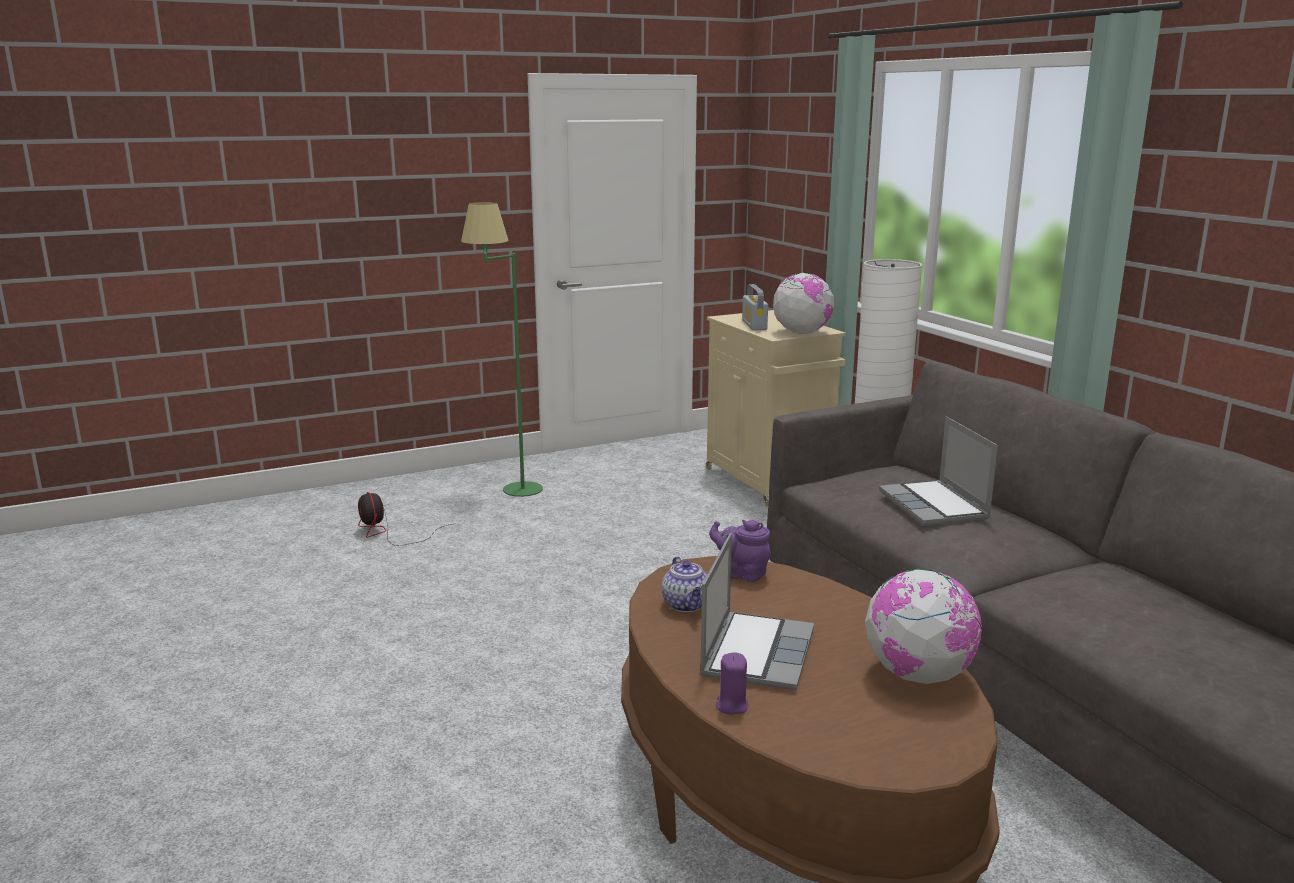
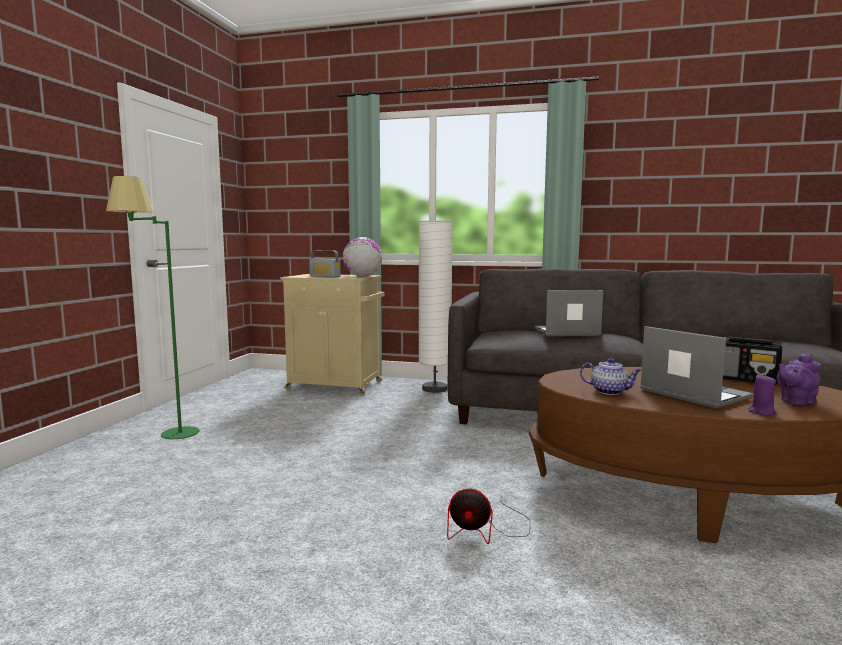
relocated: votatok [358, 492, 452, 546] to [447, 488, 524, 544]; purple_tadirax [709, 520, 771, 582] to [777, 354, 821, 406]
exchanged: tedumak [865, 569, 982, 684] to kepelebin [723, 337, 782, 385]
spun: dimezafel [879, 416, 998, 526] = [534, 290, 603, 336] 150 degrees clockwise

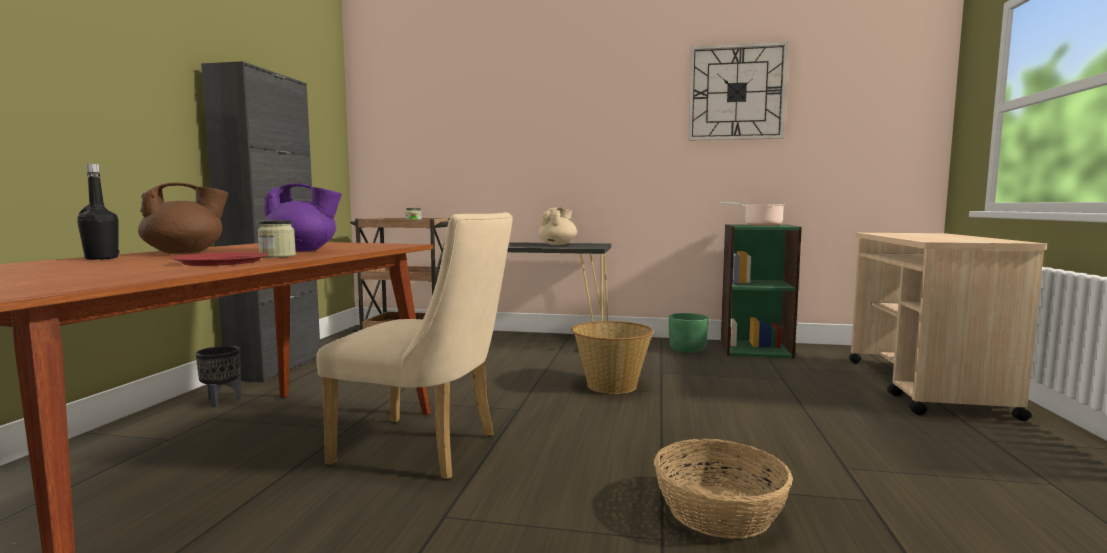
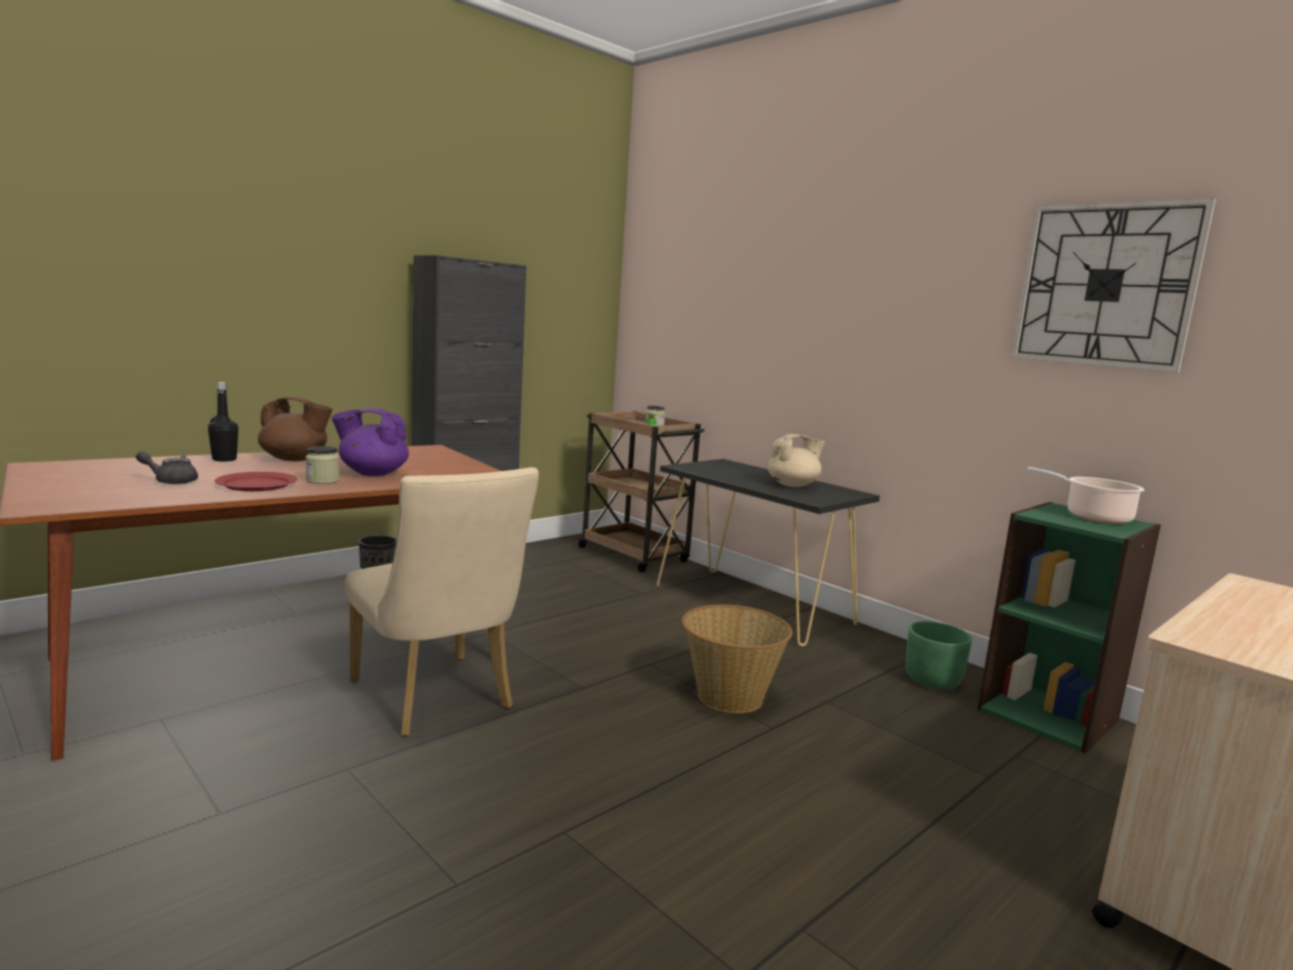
missing: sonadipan [654, 439, 793, 539]
appeared: grey_tadirax [136, 451, 198, 484]
spun: purple_tadirax [264, 184, 342, 251] = [331, 408, 409, 476] 150 degrees clockwise

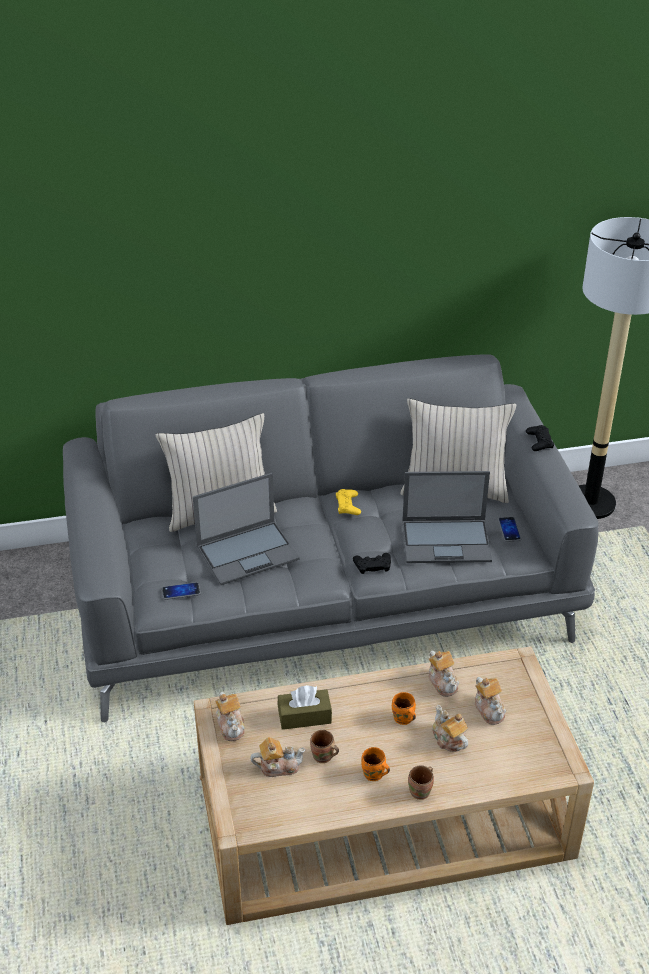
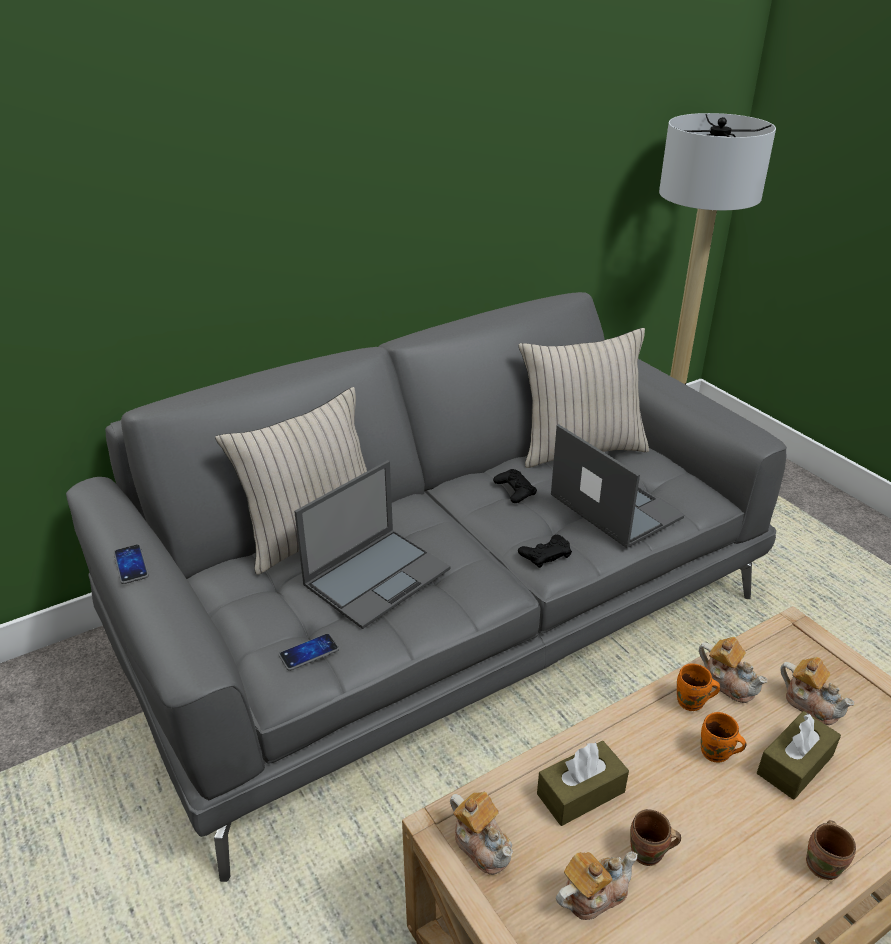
missing: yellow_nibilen [336, 489, 361, 515]
relocated: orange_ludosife [361, 747, 390, 781] to [677, 663, 720, 711]; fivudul [498, 517, 521, 542] to [114, 544, 149, 584]; black_nibilen [526, 425, 554, 451] to [493, 469, 537, 503]
exchanged: tadirax [432, 705, 468, 752] to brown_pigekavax [757, 711, 841, 800]
spun: dimezafel [402, 471, 492, 563] = [551, 424, 684, 548] 105 degrees counterclockwise

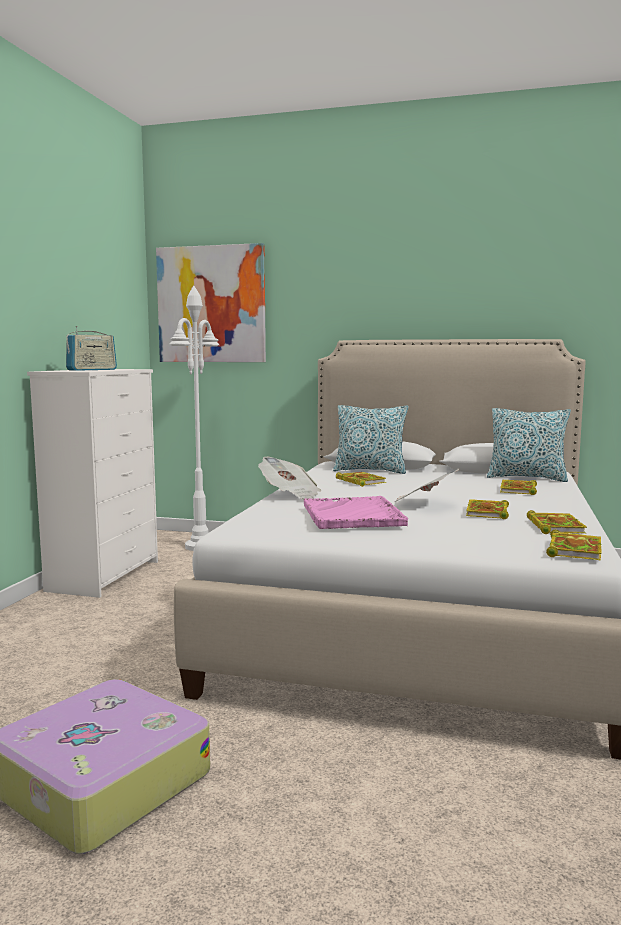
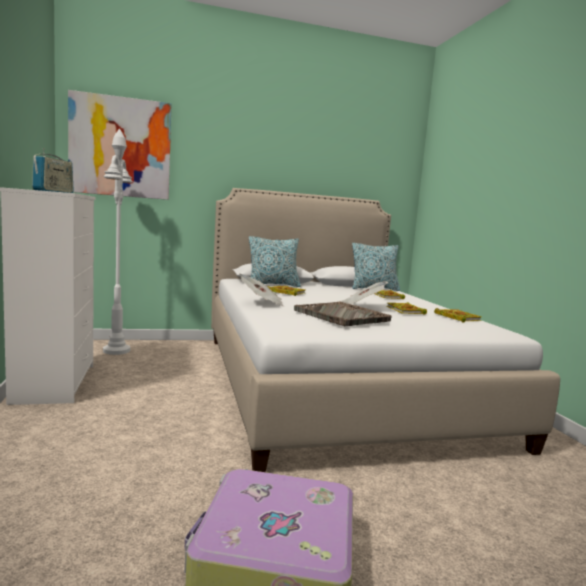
missing: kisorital [546, 530, 602, 560]
colour: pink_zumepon [304, 496, 408, 529] to grey_zumepon [294, 302, 392, 326]

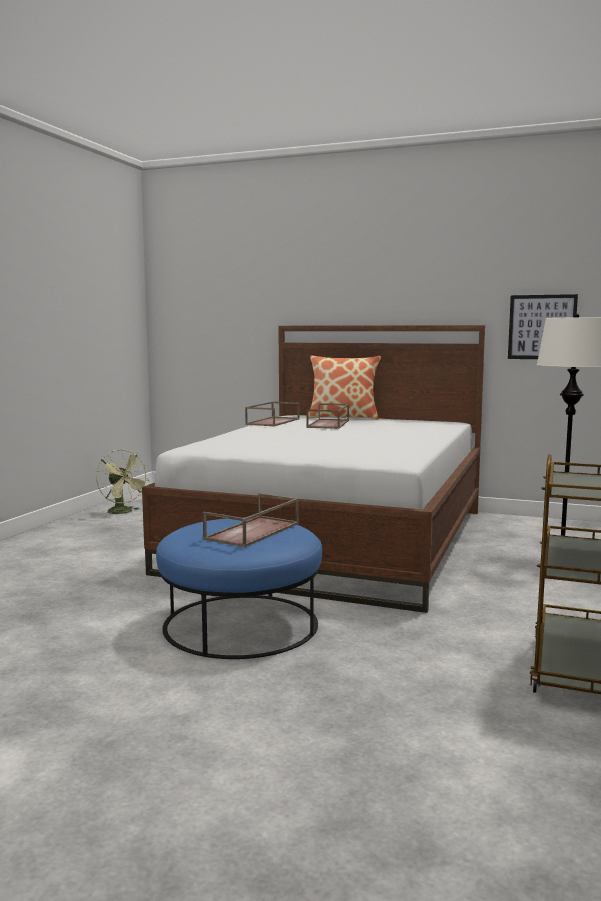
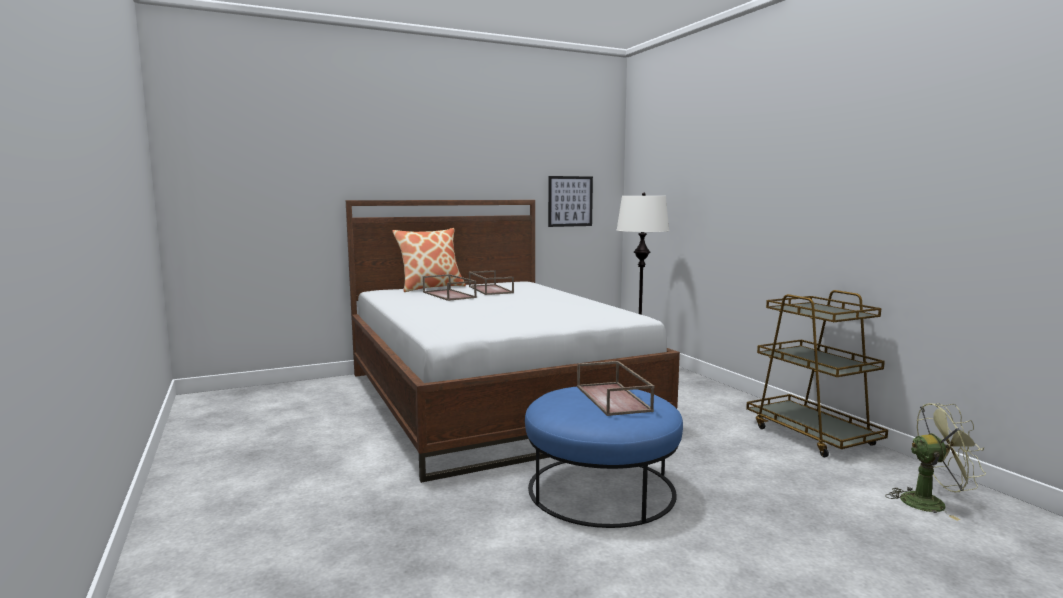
relocated: green_votatok [96, 449, 149, 516] to [885, 403, 986, 521]; brown_zumepon [245, 401, 300, 426] to [469, 270, 514, 295]

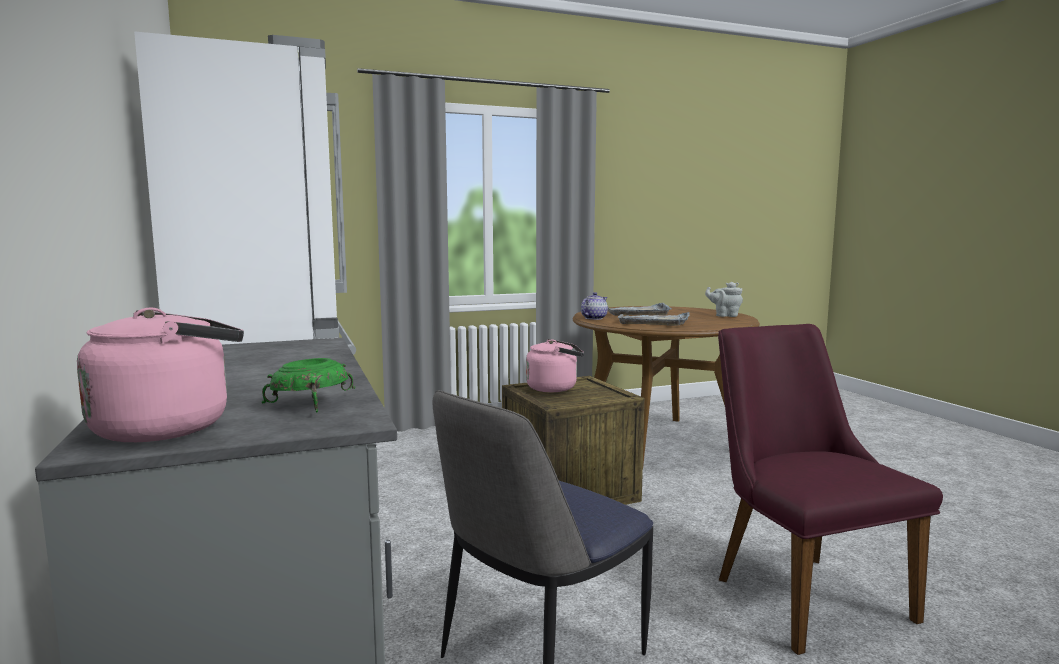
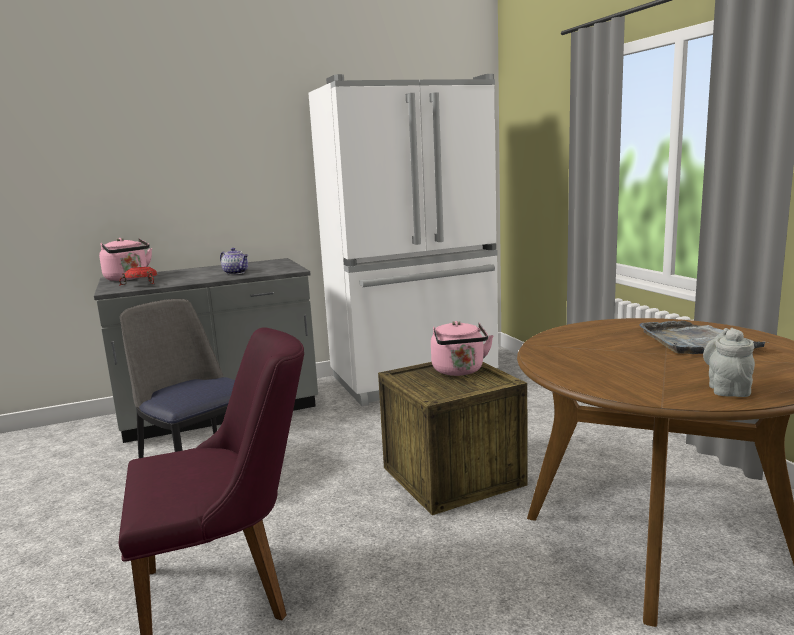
missing: grey_zumepon [617, 312, 690, 326]
relocated: tadirax [581, 292, 608, 320] to [220, 248, 248, 275]
colour: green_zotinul [262, 358, 355, 412] to red_zotinul [119, 267, 157, 285]

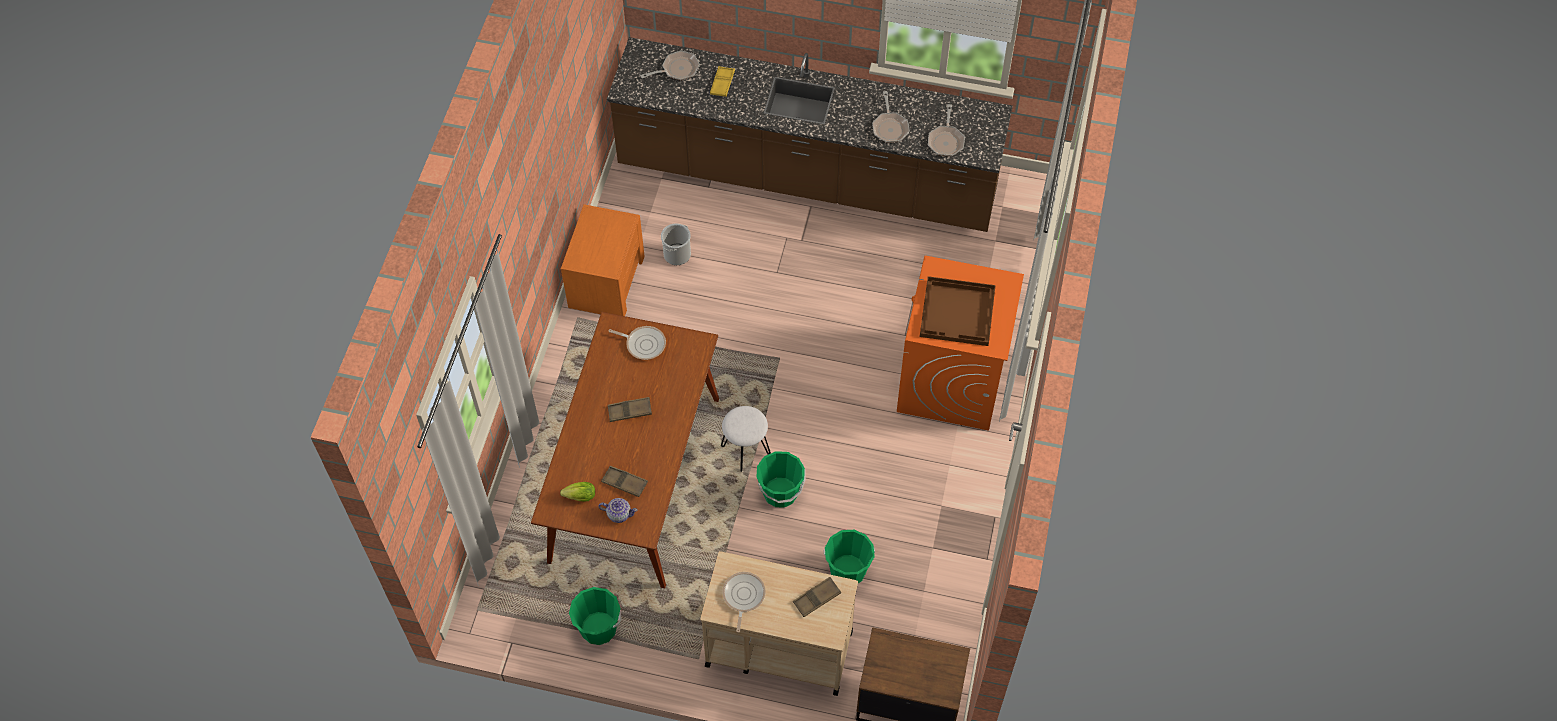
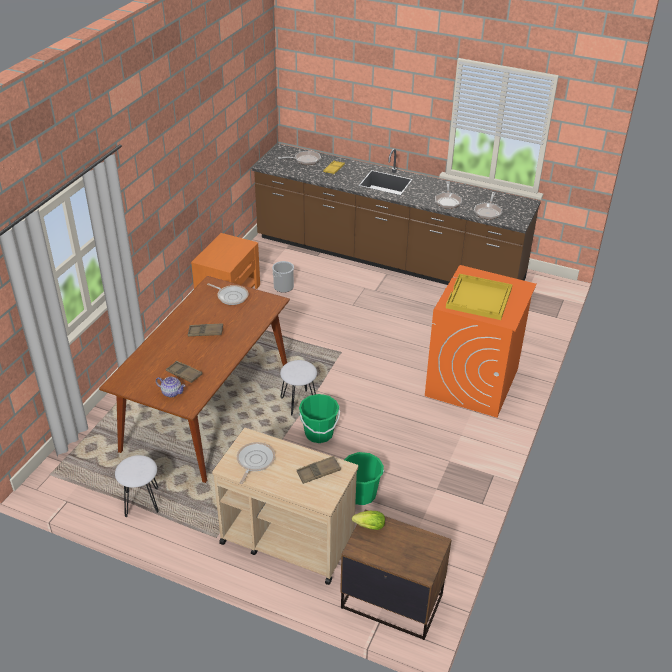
relocated: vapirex [560, 482, 595, 501] to [352, 511, 385, 530]
exchanged: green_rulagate [569, 587, 622, 645] to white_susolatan [115, 455, 159, 517]
colour: brown_zumepon [920, 276, 996, 346] to yellow_zumepon [446, 274, 512, 320]

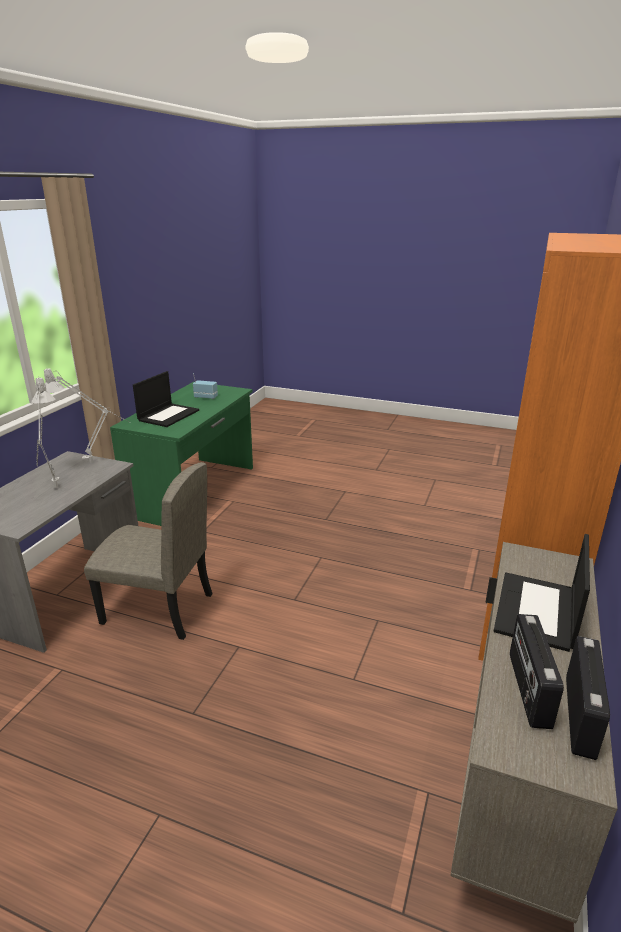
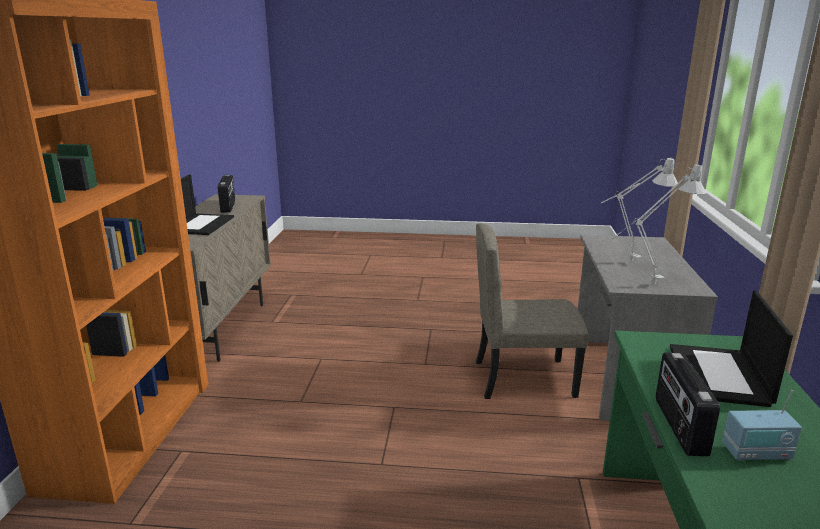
relocated: kepelebin [566, 636, 610, 760] to [656, 353, 720, 457]

